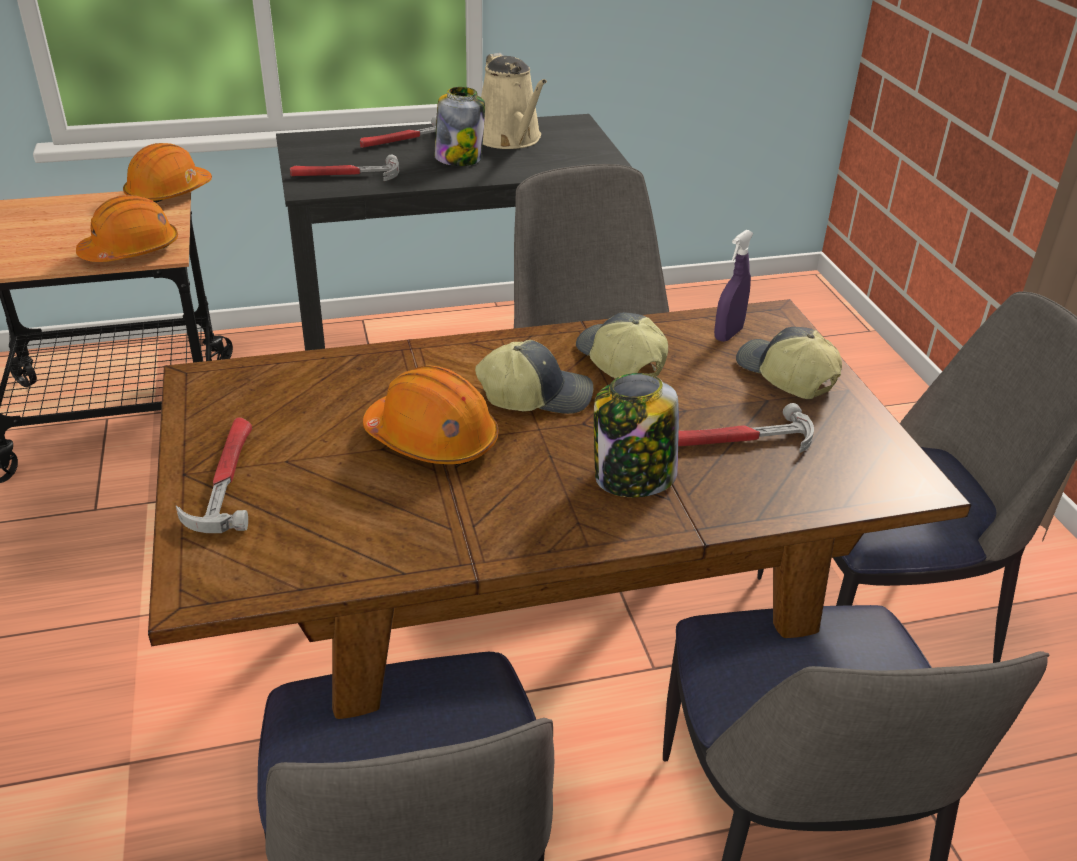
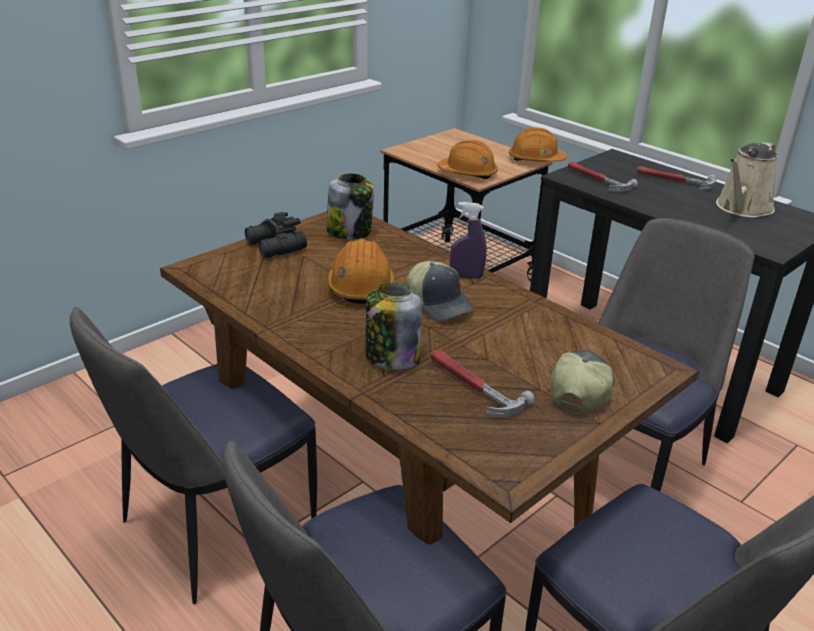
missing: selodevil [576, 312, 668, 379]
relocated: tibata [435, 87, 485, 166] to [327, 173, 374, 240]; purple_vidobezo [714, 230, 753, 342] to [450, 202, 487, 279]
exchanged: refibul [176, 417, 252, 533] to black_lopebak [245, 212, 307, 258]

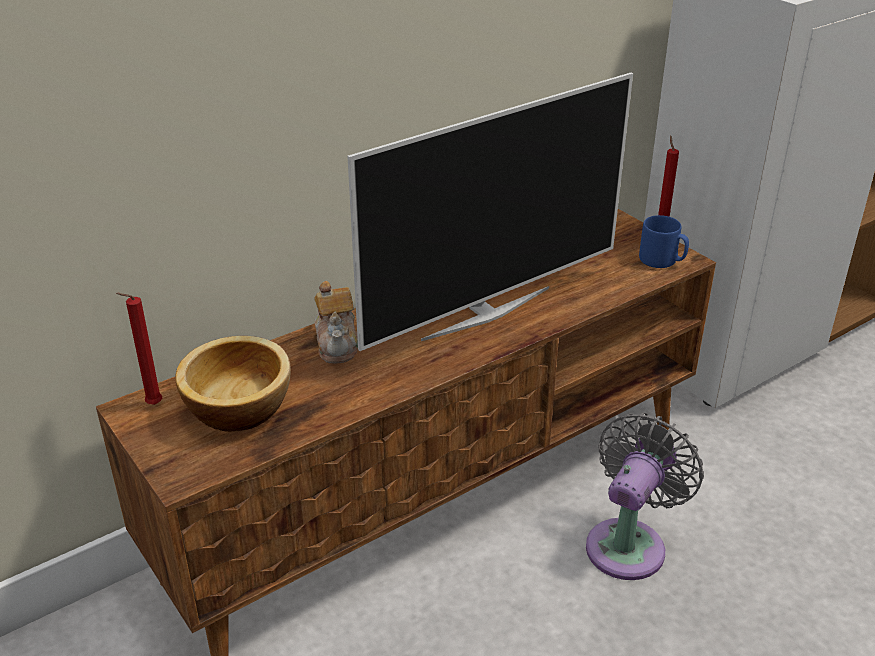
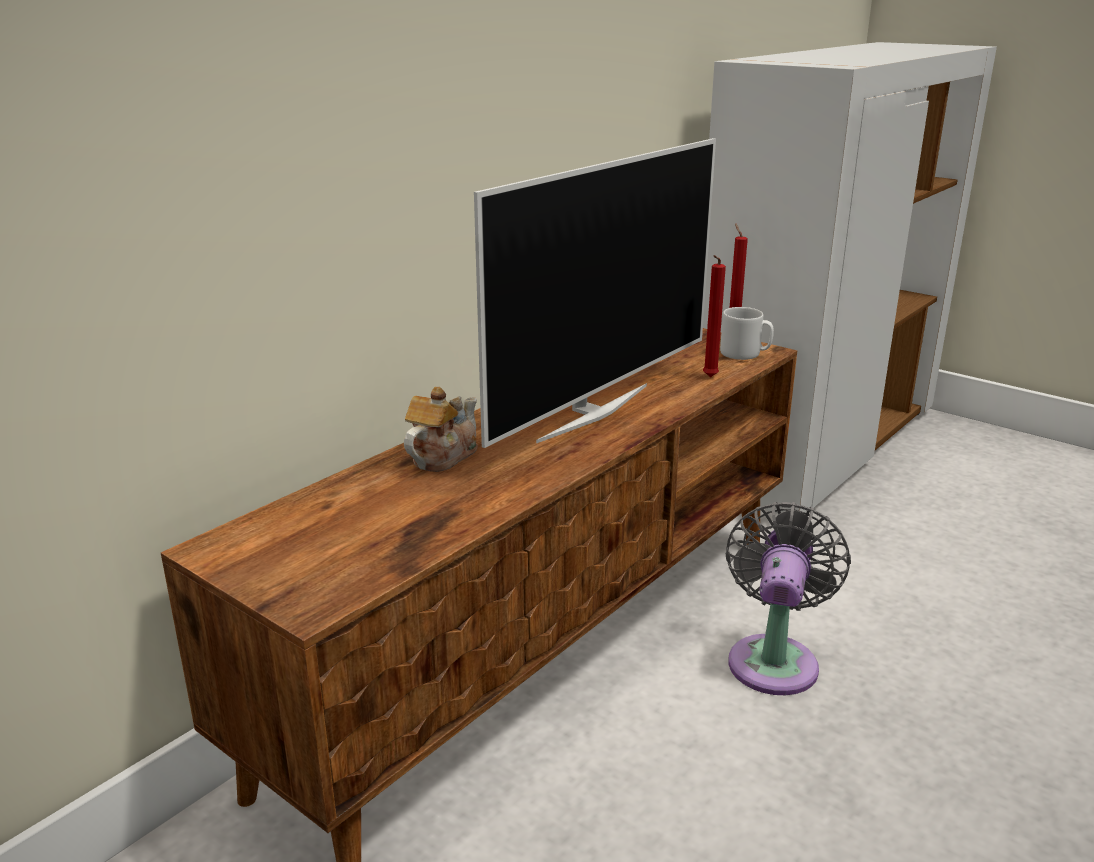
missing: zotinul [175, 336, 291, 432]
relocated: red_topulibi [116, 293, 162, 405] to [703, 255, 726, 377]
colour: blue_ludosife [639, 215, 689, 268] to grey_ludosife [720, 307, 774, 360]
spun: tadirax [314, 281, 358, 363] = [404, 387, 478, 472] 120 degrees counterclockwise

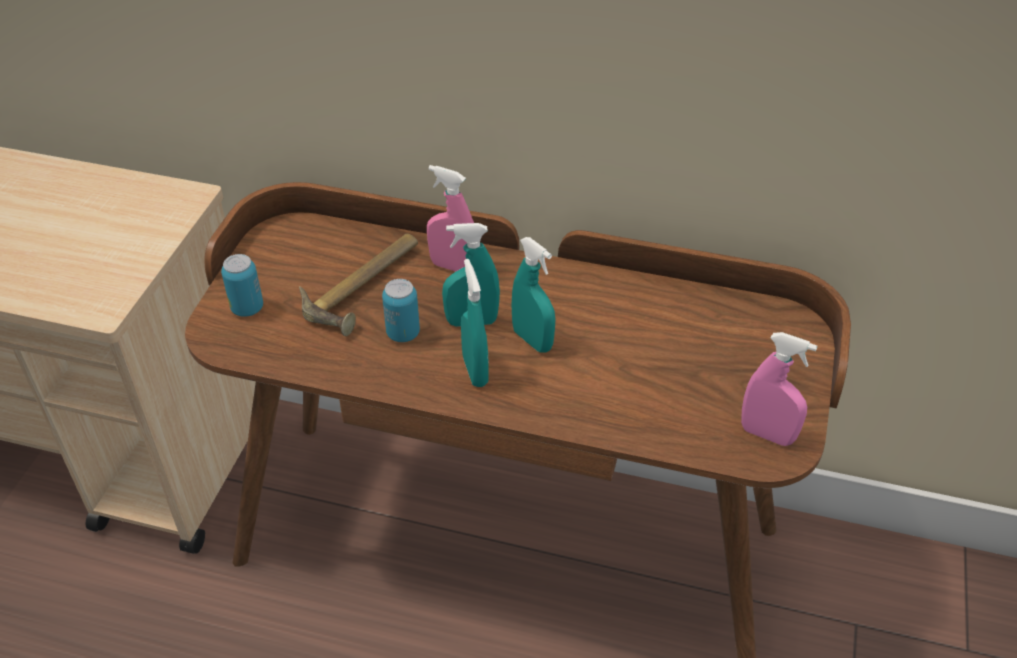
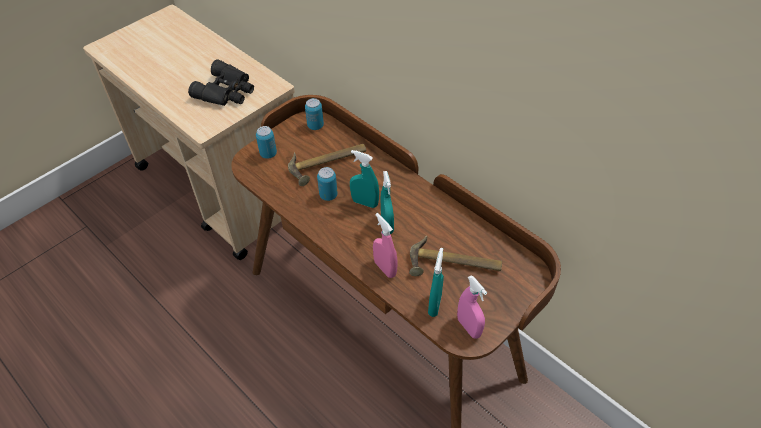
appeared: black_lopebak [188, 59, 254, 106]; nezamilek [305, 98, 324, 130]; refibul [409, 236, 502, 276]
relocated: pink_vidobezo [427, 165, 474, 272] to [373, 213, 398, 278]; turquoise_vidobezo [461, 259, 489, 387] to [428, 248, 444, 317]

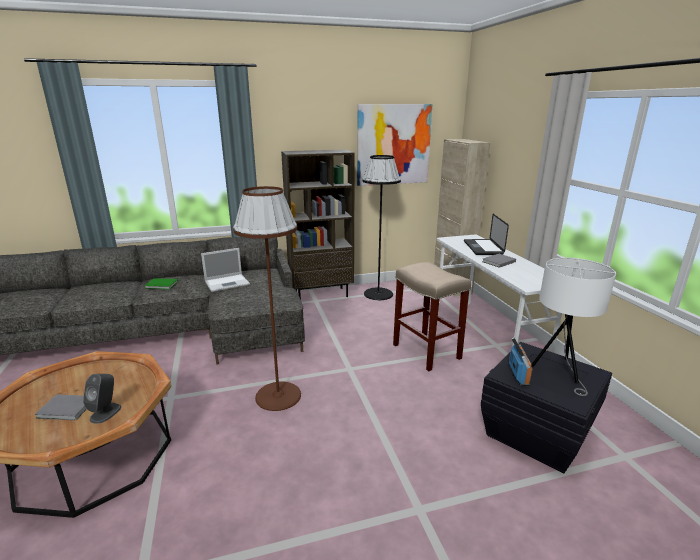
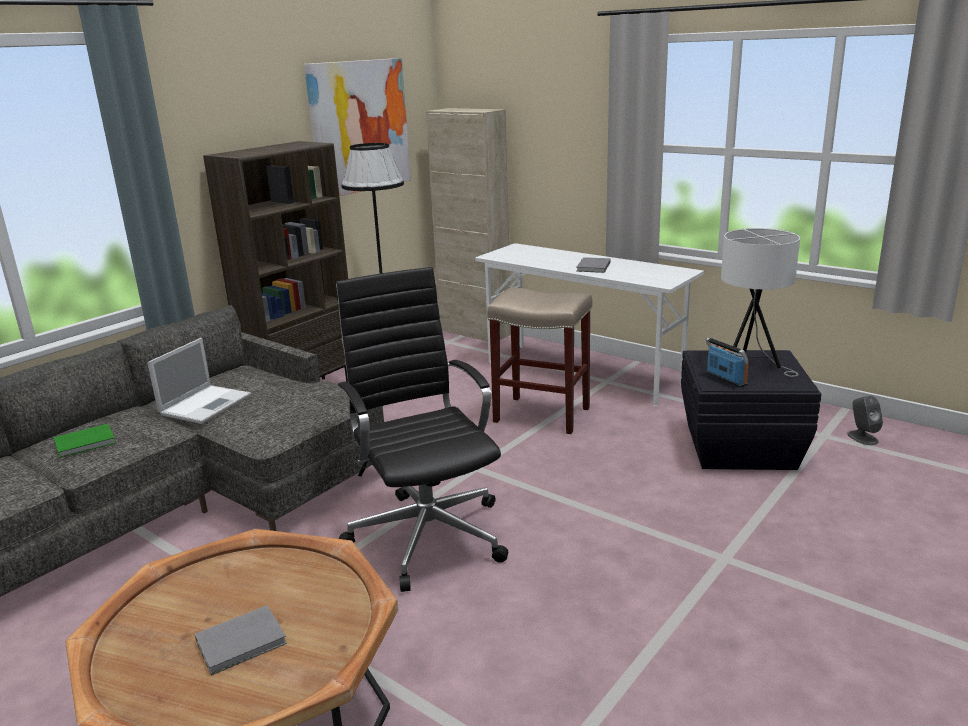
missing: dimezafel [464, 214, 509, 255]
relocated: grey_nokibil [83, 374, 121, 424] to [847, 395, 883, 445]
exchanged: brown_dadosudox [233, 186, 301, 411] to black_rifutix [336, 267, 508, 592]

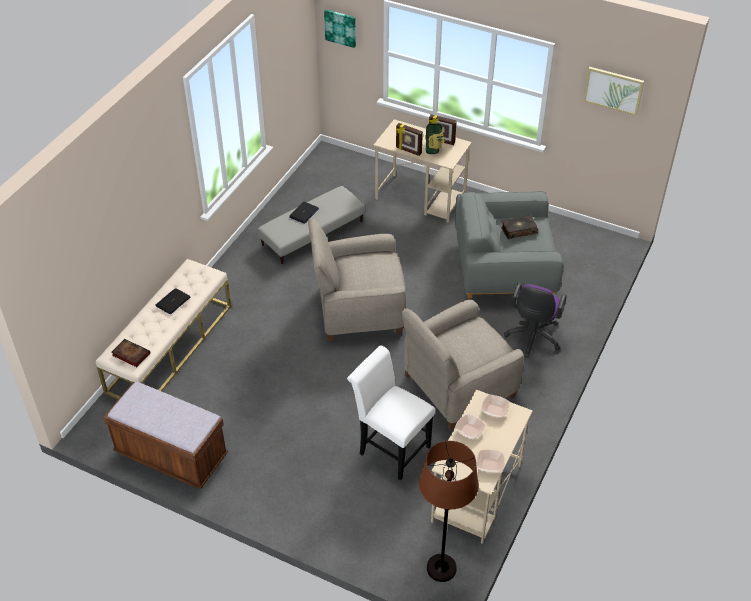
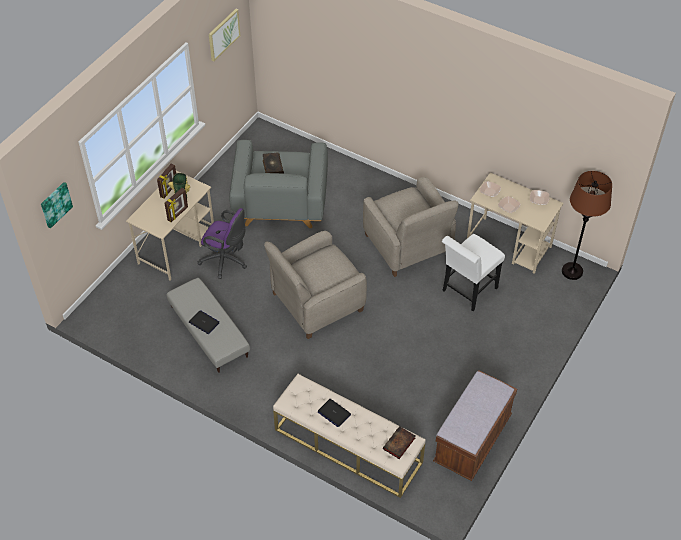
relocated: purple_rifutix [504, 283, 567, 357] to [198, 208, 247, 279]
spun: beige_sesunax [308, 218, 406, 341] = [264, 231, 367, 339] 60 degrees clockwise

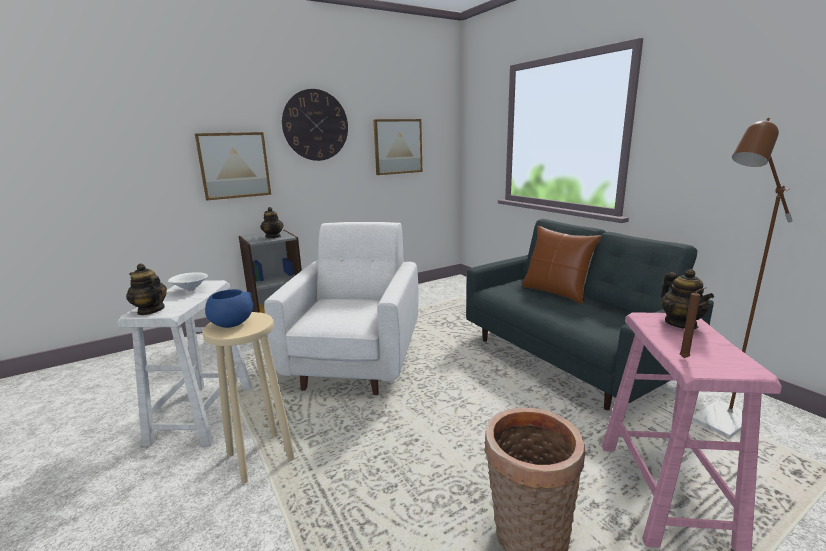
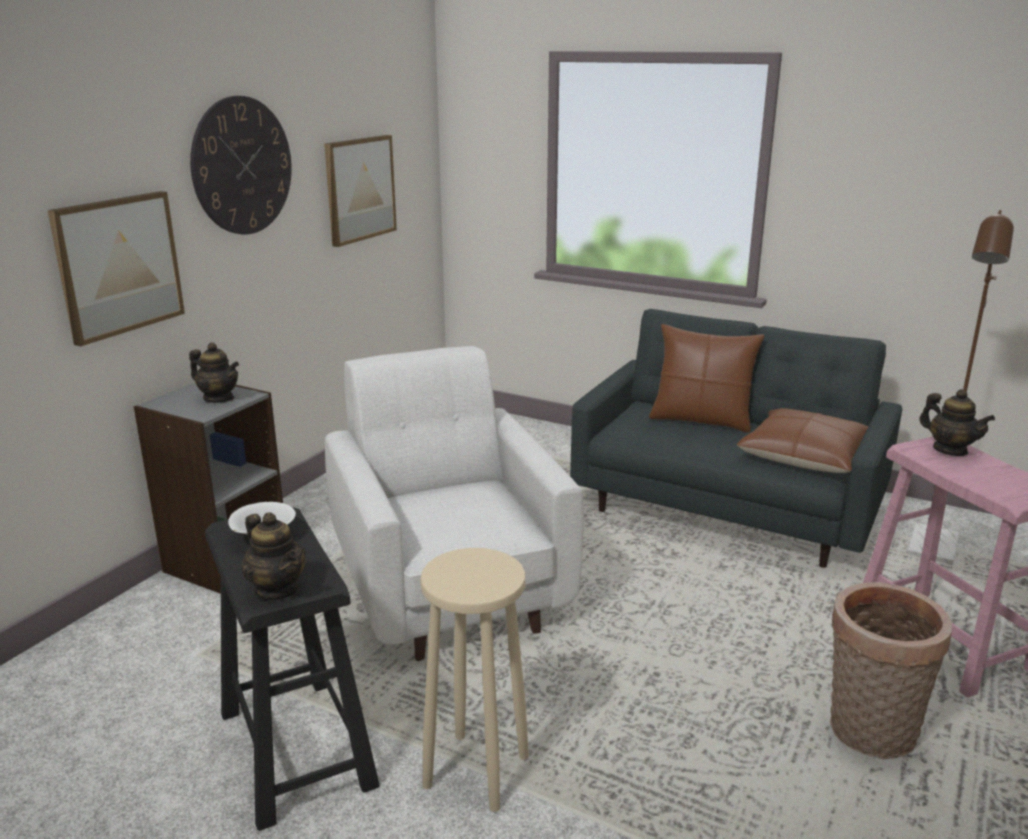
missing: blue_zotinul [205, 289, 253, 328]; brown_topulibi [679, 287, 707, 358]
appeared: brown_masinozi [737, 408, 868, 473]
colour: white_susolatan [117, 280, 253, 447] to black_susolatan [205, 507, 380, 831]
spun: tadirax [126, 263, 167, 315] = [241, 512, 306, 601] 135 degrees counterclockwise

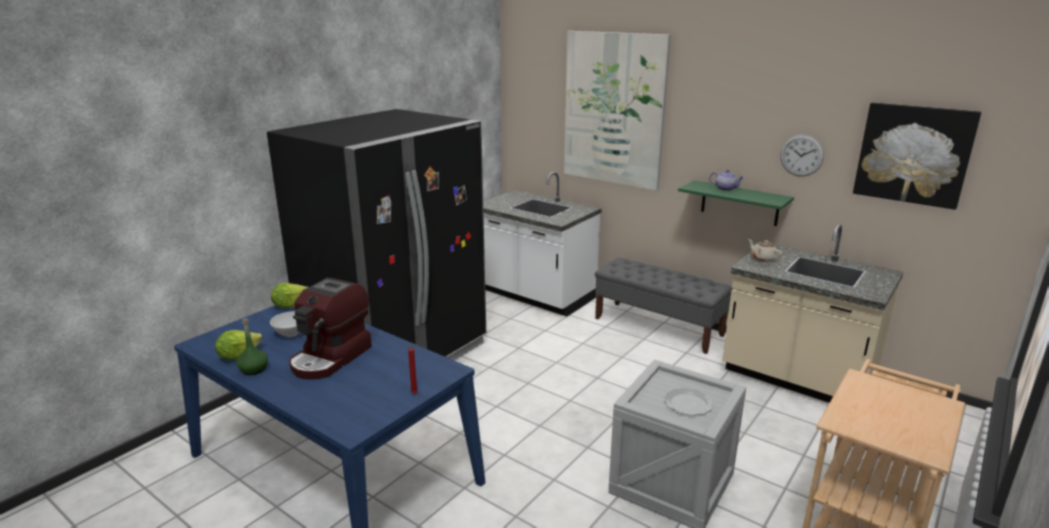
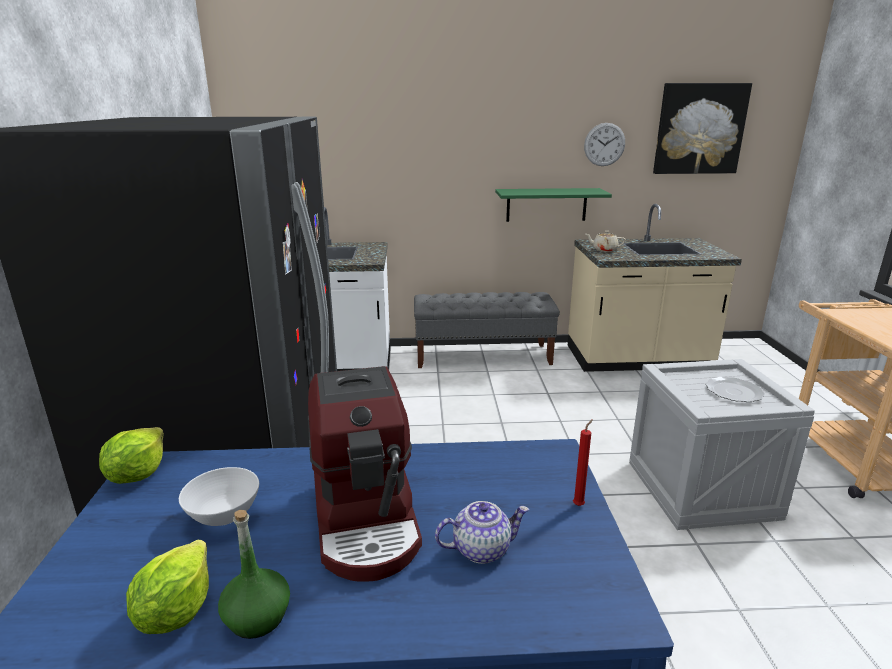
missing: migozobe [564, 31, 671, 191]
relocated: tadirax [709, 170, 744, 191] to [435, 501, 529, 564]

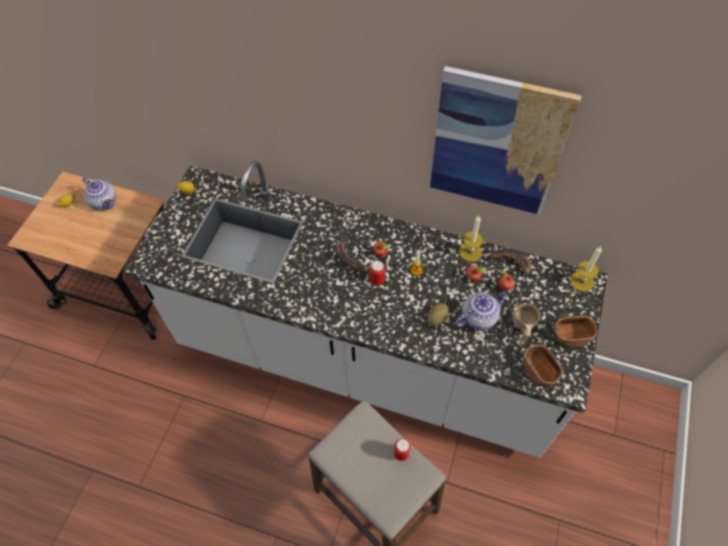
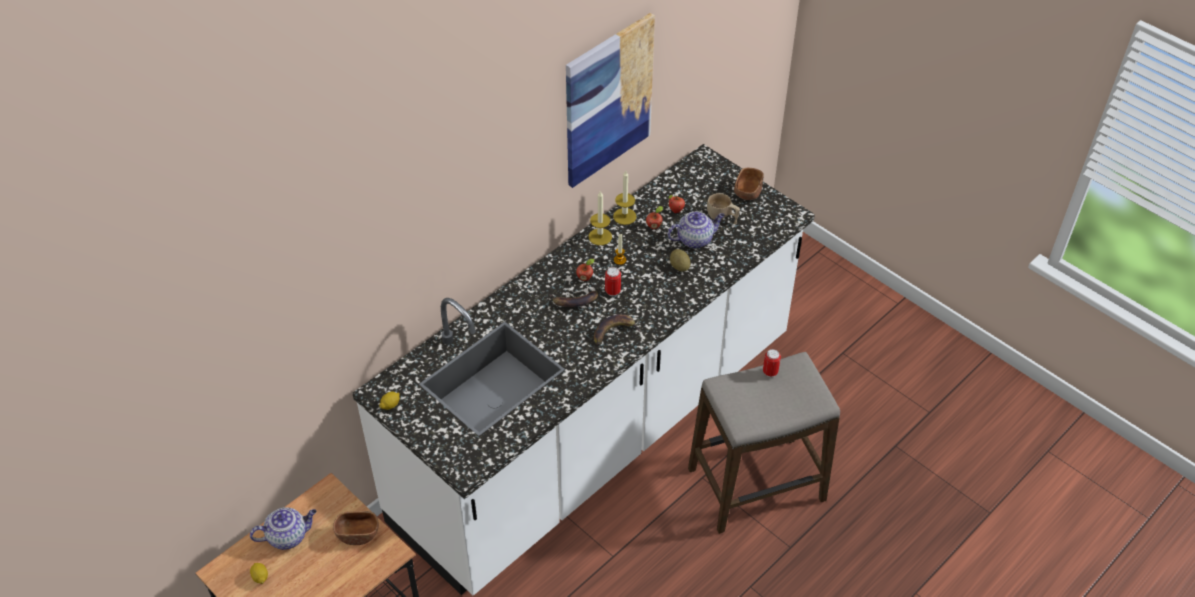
relocated: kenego [489, 248, 532, 283] to [594, 314, 642, 345]; brown_zotinul [523, 345, 563, 386] to [333, 511, 379, 545]; topulibi [570, 246, 602, 292] to [589, 190, 612, 245]
spun: tadirax [455, 291, 509, 330] = [667, 211, 725, 248] 75 degrees clockwise

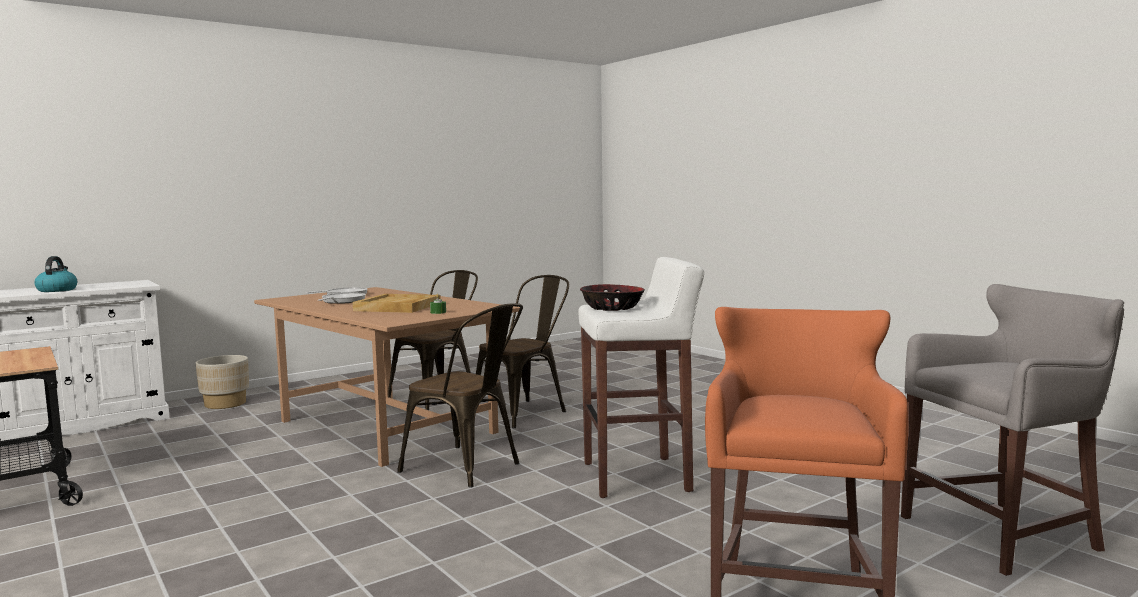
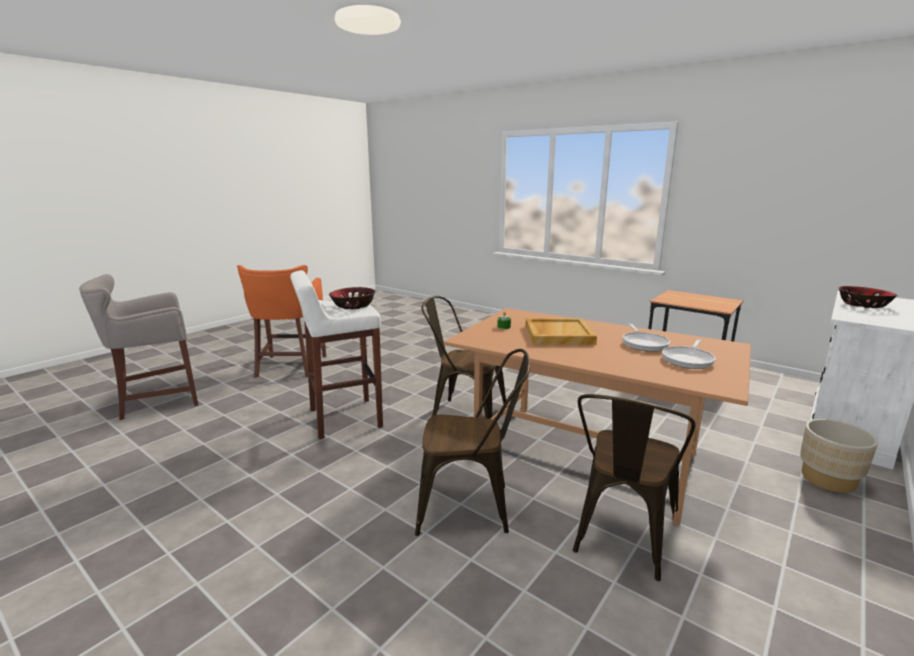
exchanged: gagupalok [34, 256, 77, 292] to zotinul [838, 286, 897, 308]
spun: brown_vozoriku [476, 275, 569, 428] = [415, 349, 530, 536] 120 degrees counterclockwise

